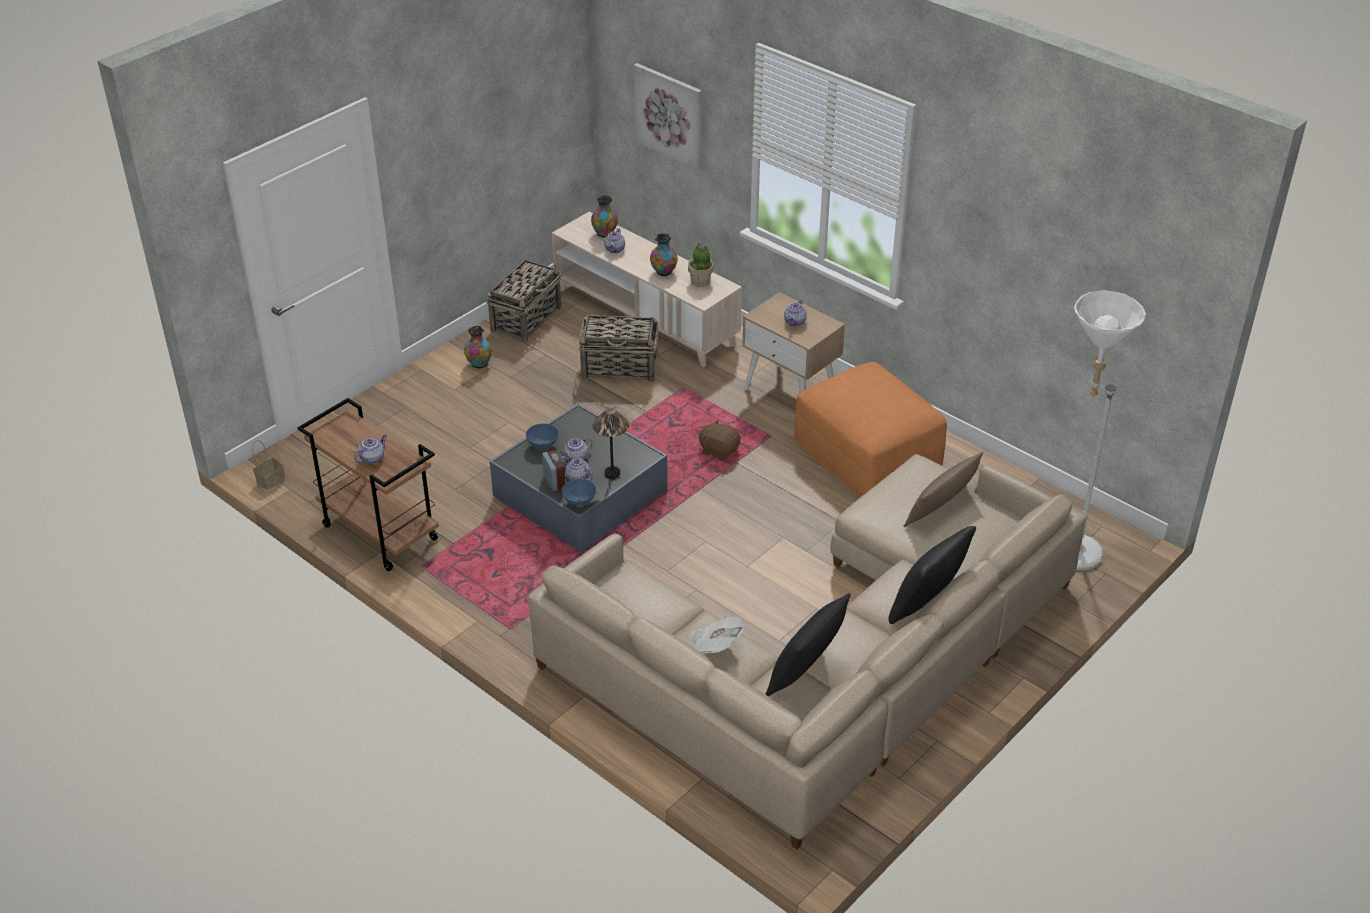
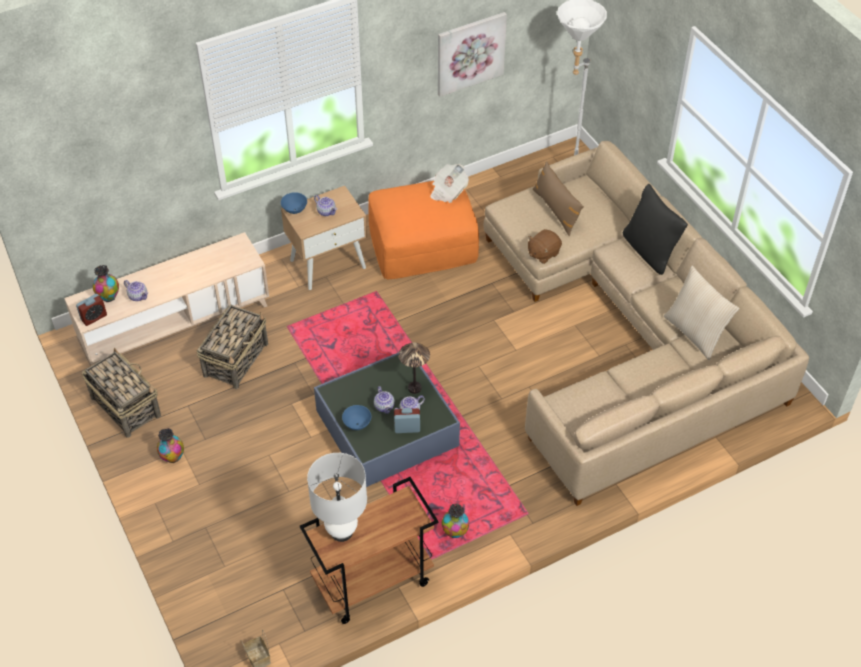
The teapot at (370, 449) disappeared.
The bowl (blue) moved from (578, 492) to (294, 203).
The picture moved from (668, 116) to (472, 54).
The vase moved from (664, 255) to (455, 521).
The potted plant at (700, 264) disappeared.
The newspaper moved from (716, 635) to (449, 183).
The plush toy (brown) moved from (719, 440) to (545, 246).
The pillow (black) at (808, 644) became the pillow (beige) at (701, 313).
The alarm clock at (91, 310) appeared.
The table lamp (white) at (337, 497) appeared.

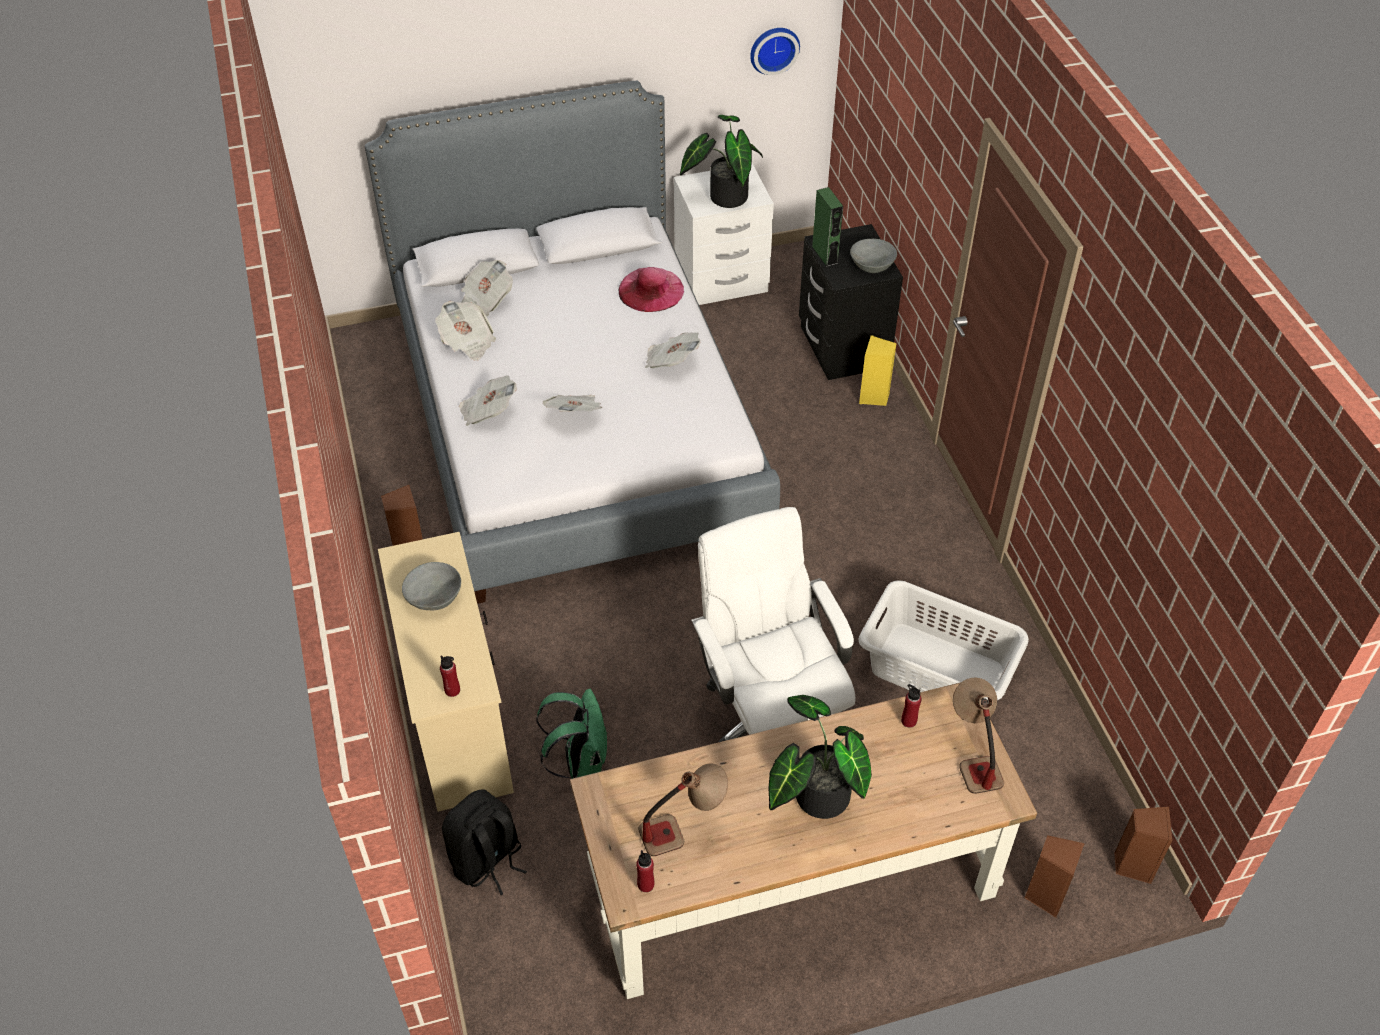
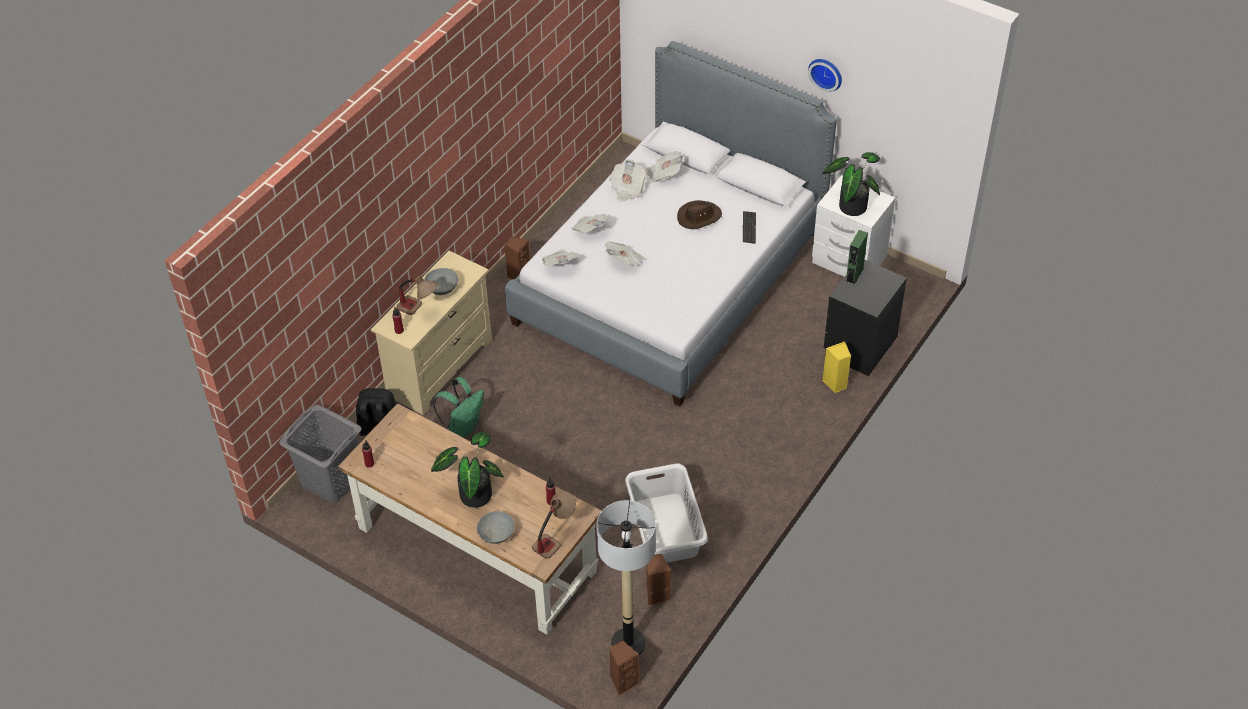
The hat (pink) at (651, 289) was replaced by the keyboard at (749, 227).
The table lamp moved from (683, 809) to (417, 294).
The newspaper moved from (672, 350) to (560, 257).
The office chair (white) at (773, 624) disappeared.
The wall clock moved from (775, 51) to (825, 75).
The bowl (grey) moved from (873, 256) to (496, 527).
The speaker (brown) moved from (1054, 876) to (658, 579).
The laundry basket (grey) at (320, 454) appeared.
The floor lamp at (626, 577) appeared.
The hat (brown) at (699, 214) appeared.

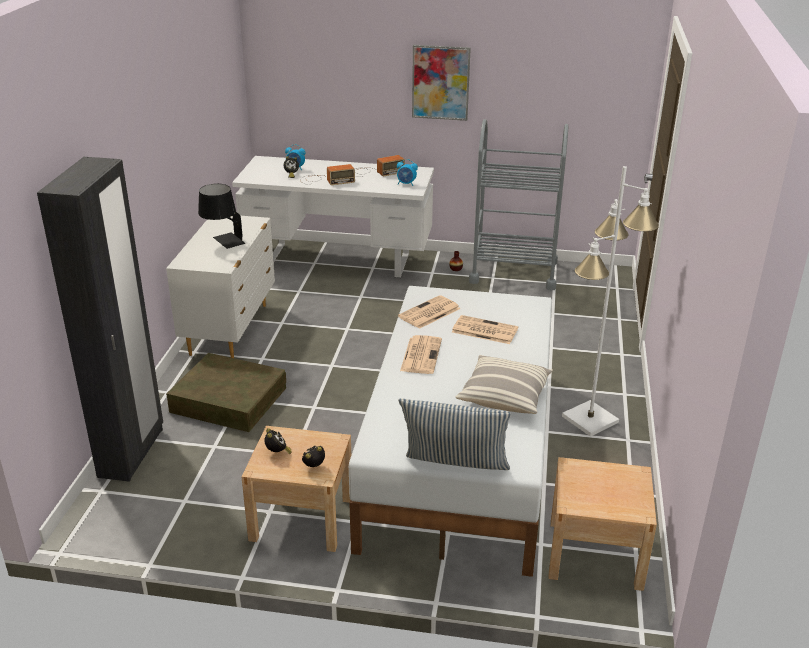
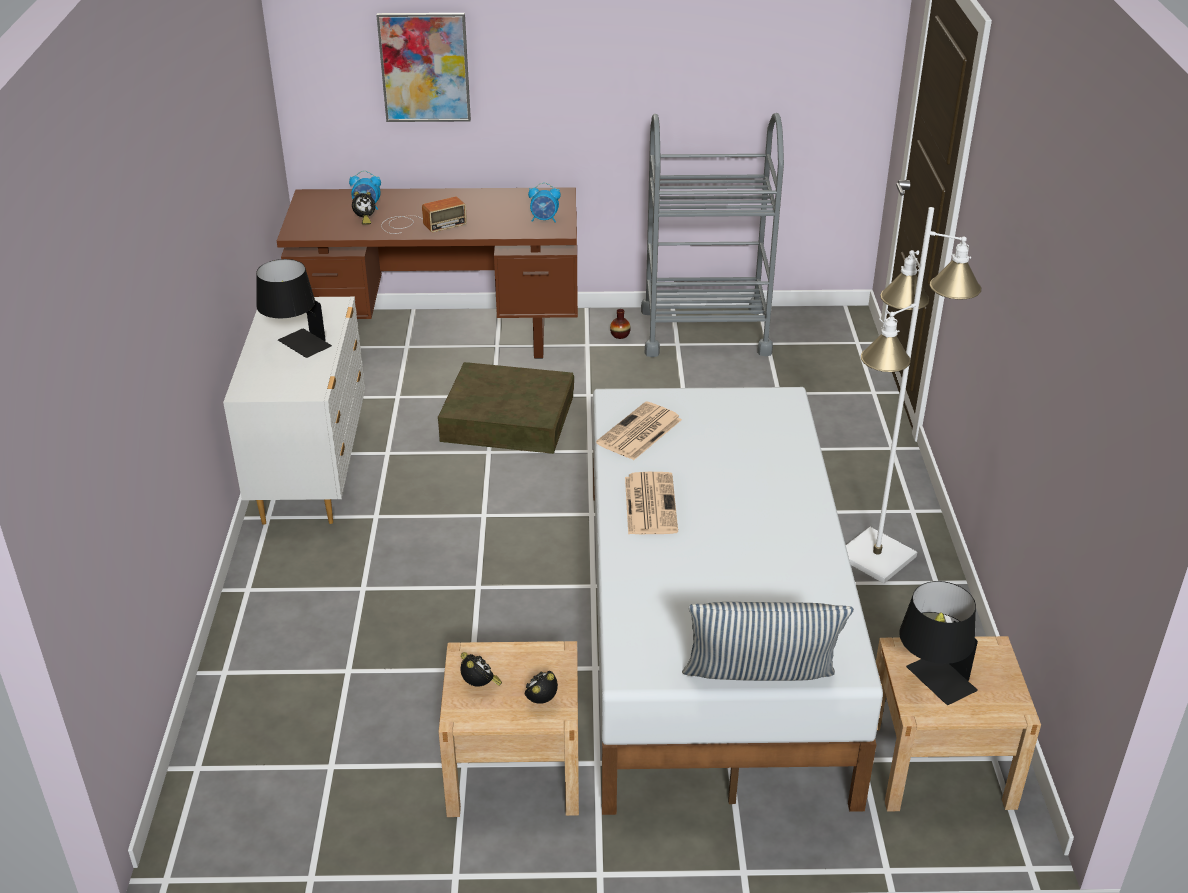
The wardrobe (black) at (100, 319) disappeared.
The storage box (brown) moved from (226, 392) to (506, 408).
The desk (white) at (333, 217) became the desk (brown) at (427, 273).
The radio at (380, 166) disappeared.
The picture moved from (441, 83) to (423, 67).
The newspaper at (485, 329) disappeared.
The pillow at (504, 384) disappeared.
The table lamp (black) at (938, 643) appeared.

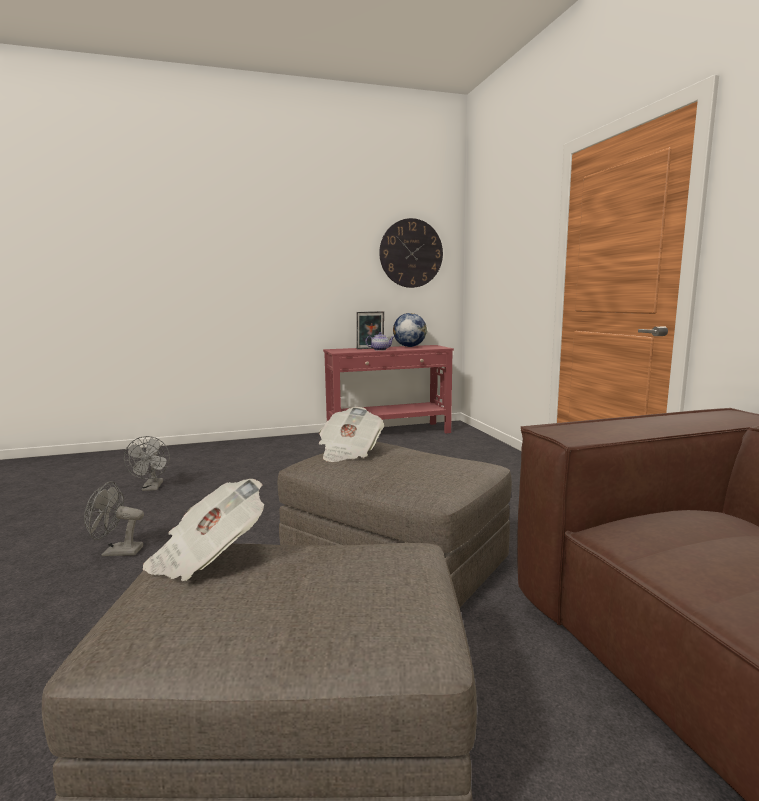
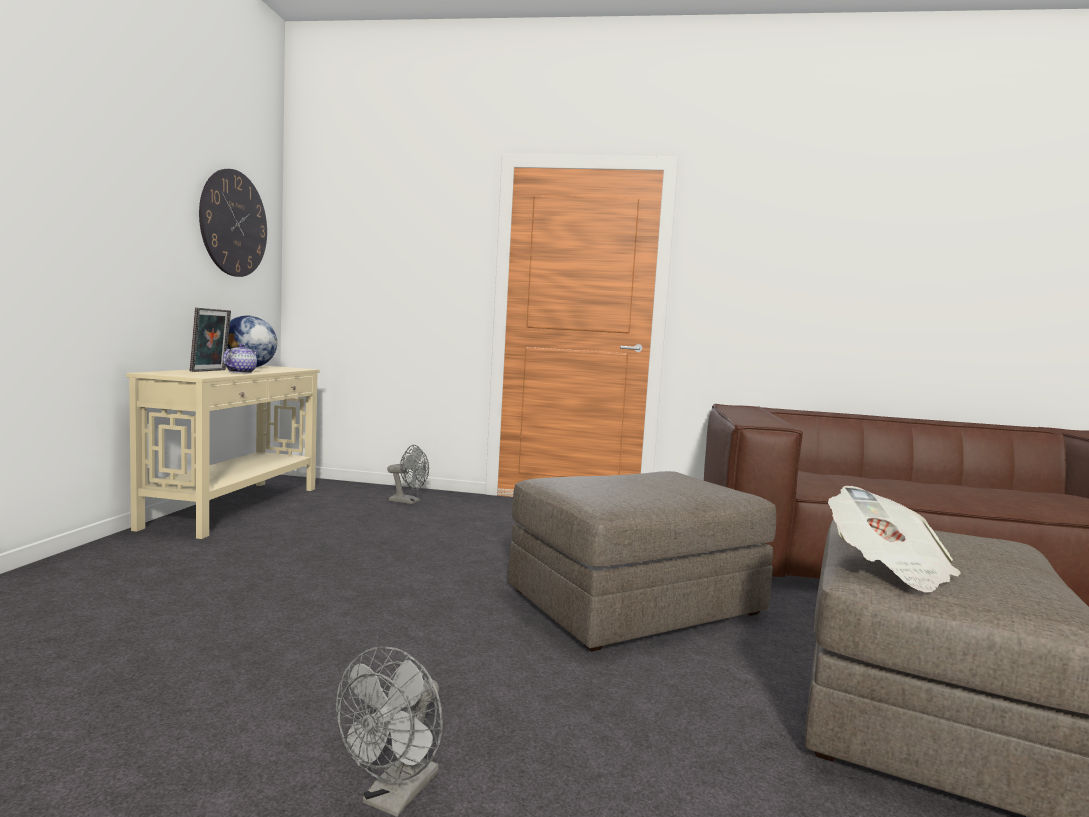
The fan (grey) moved from (147, 463) to (408, 474).
The newspaper at (351, 434) disappeared.
The console table (red) at (388, 389) became the console table (beige) at (222, 452).

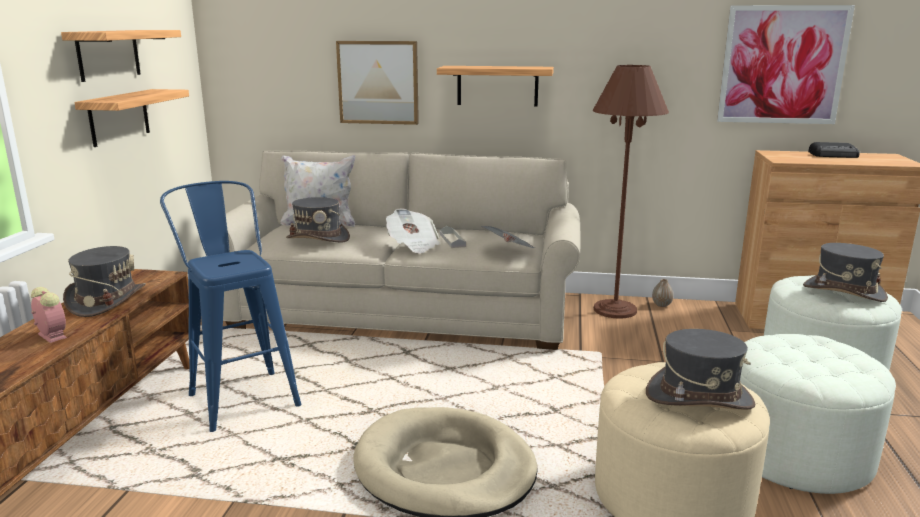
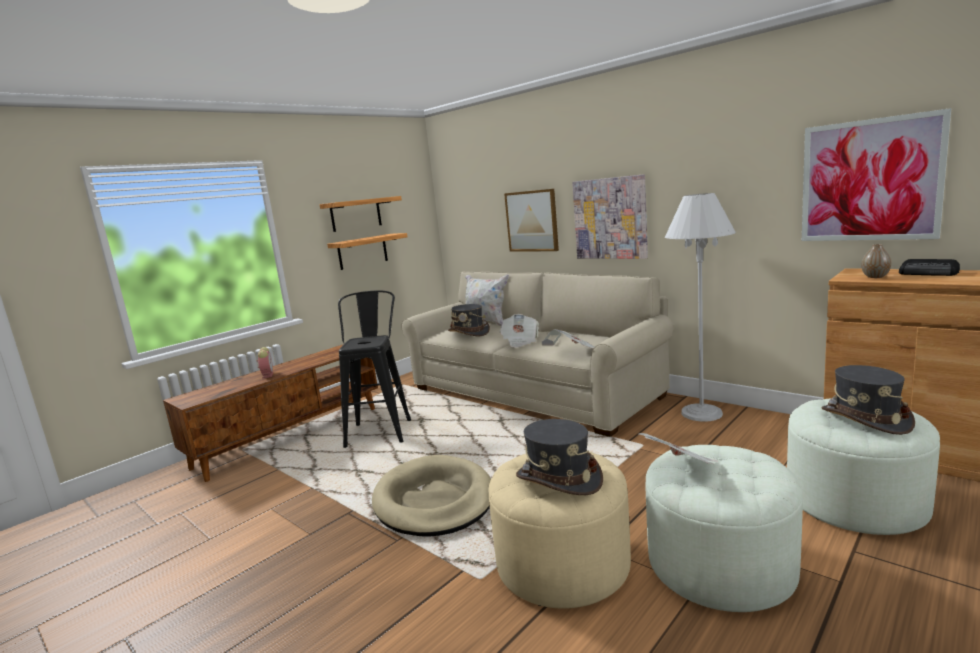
The hat (grey) at (104, 281) disappeared.
The stool (blue) at (230, 306) became the stool (black) at (374, 369).
The shelf at (495, 86) was replaced by the picture at (610, 216).
The floor lamp (brown) at (630, 192) became the floor lamp (white) at (700, 307).
The vase moved from (662, 293) to (876, 261).
The newspaper at (678, 448) appeared.

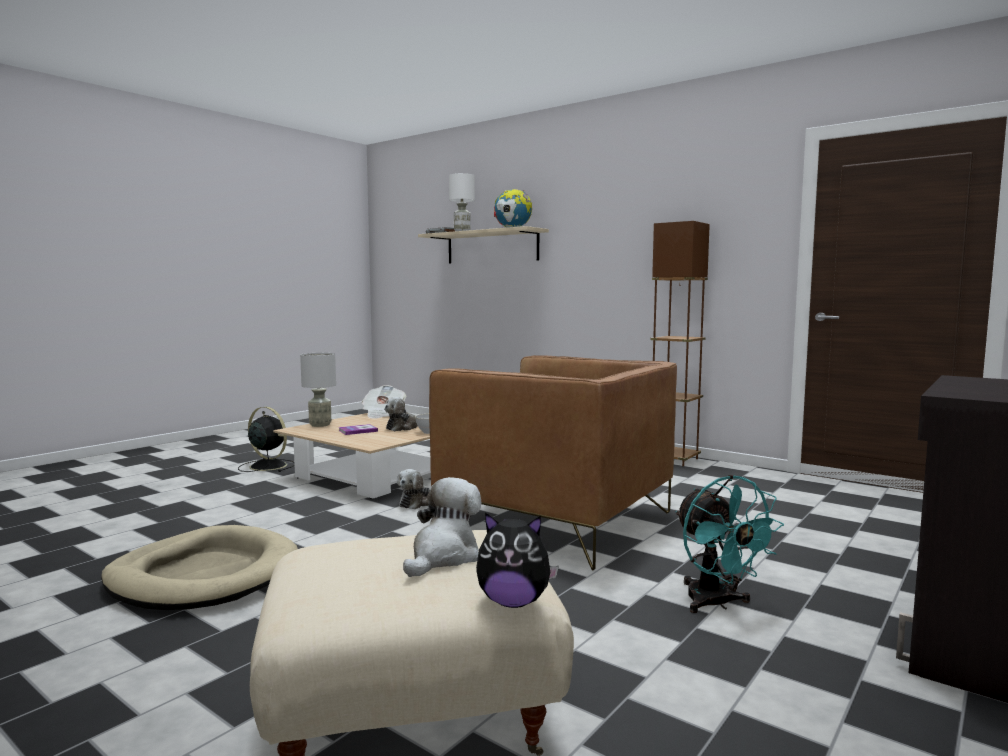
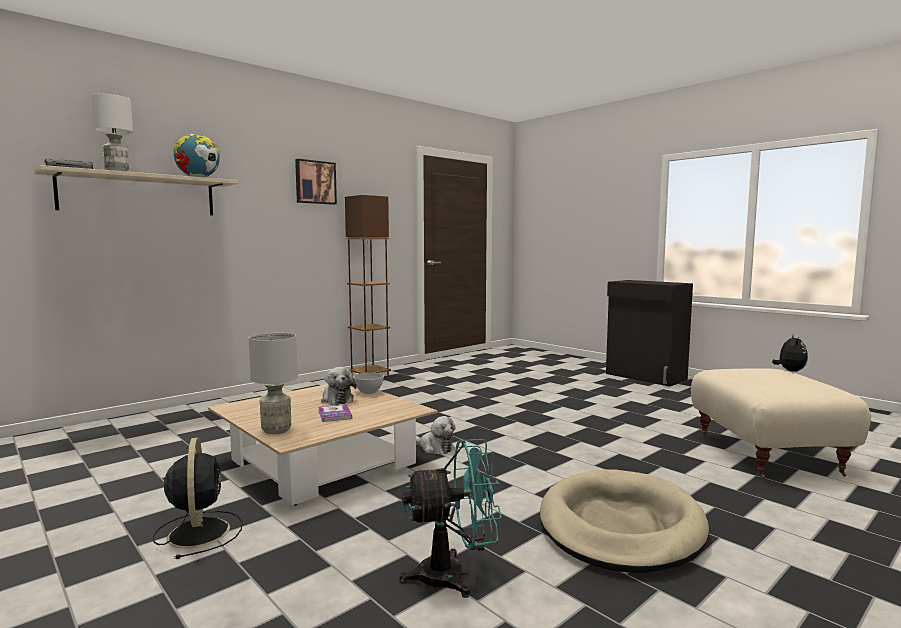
The fan (black) at (266, 439) turned 120 degrees clockwise.
The newspaper at (384, 402) disappeared.
The plush toy at (442, 527) disappeared.
The armchair (brown) at (553, 463) disappeared.
The fan (turquoise) moved from (729, 544) to (450, 518).
The picture at (316, 182) appeared.

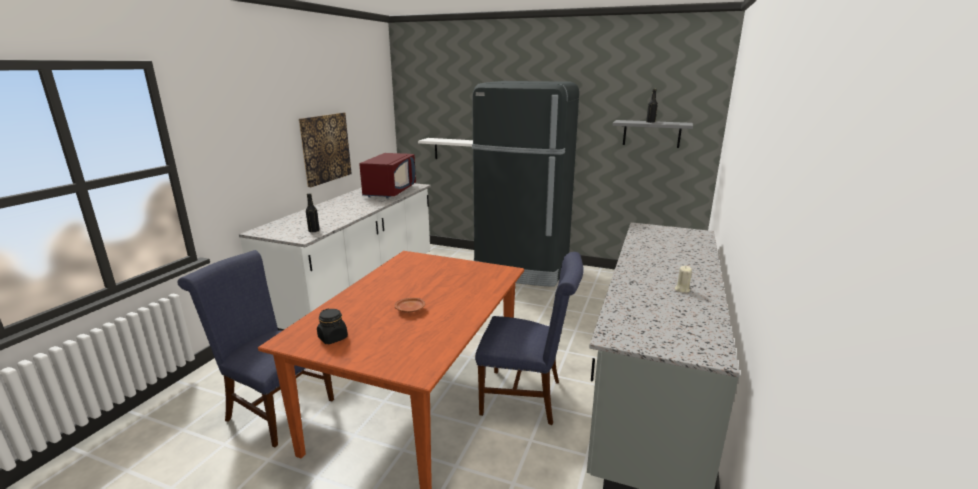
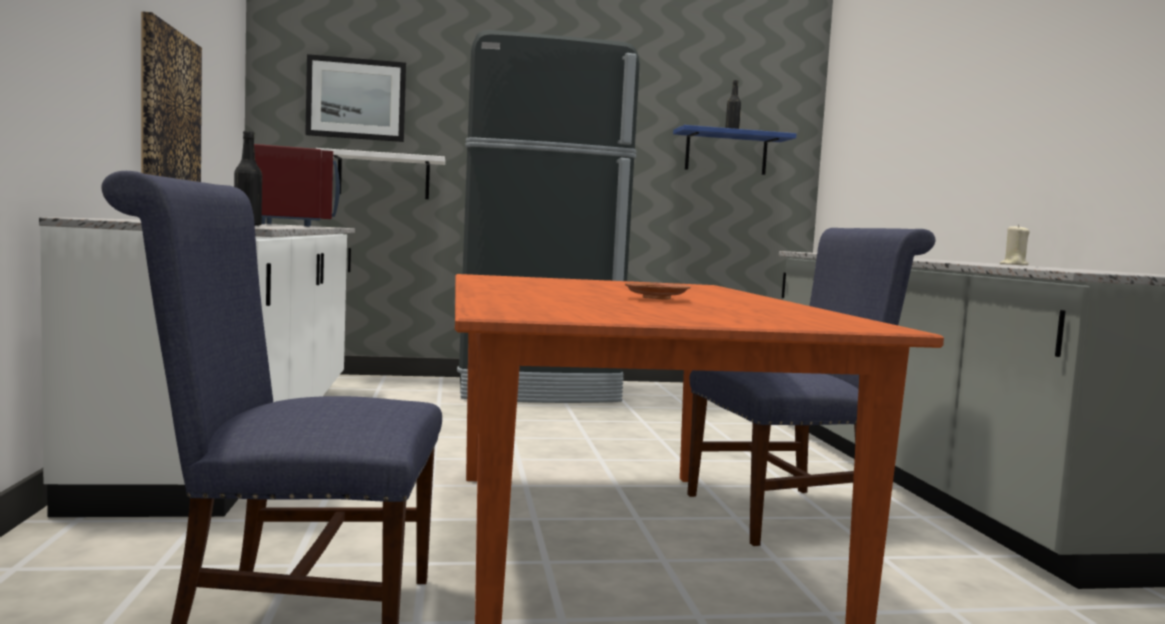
The jar (black) at (332, 326) disappeared.
The shelf (grey) at (652, 134) became the shelf (blue) at (734, 150).
The picture at (355, 98) appeared.

